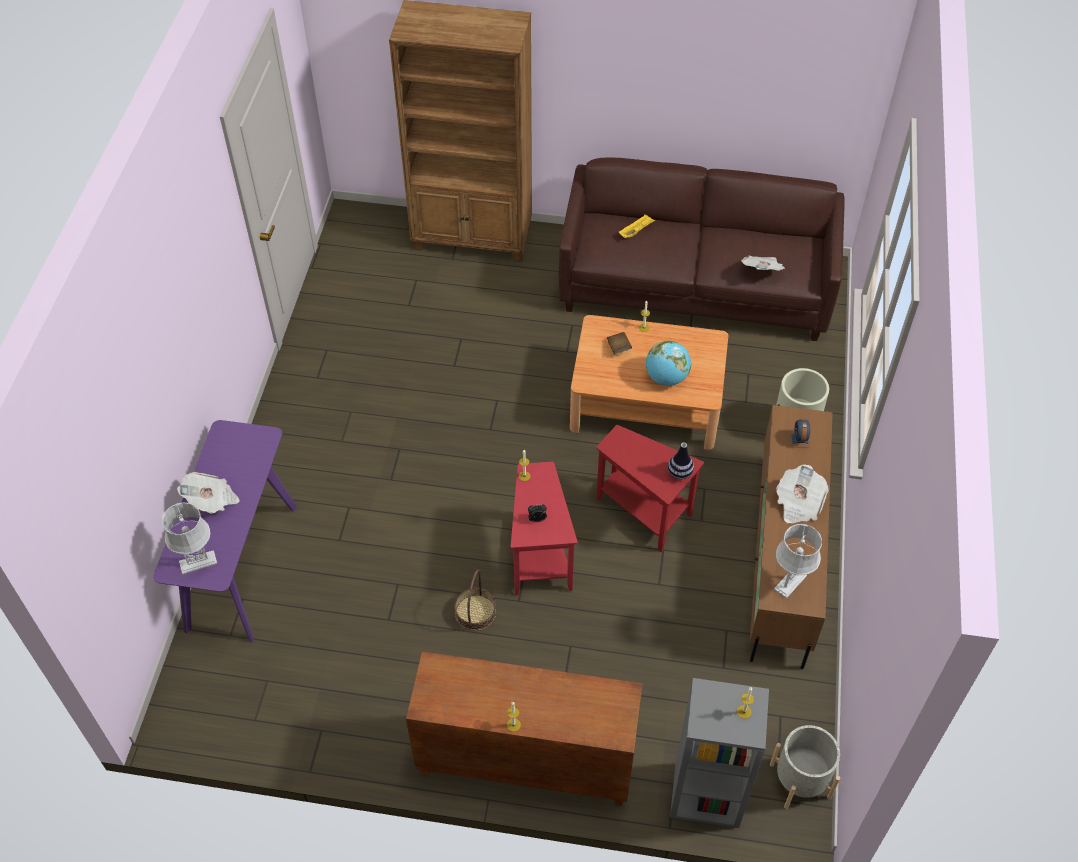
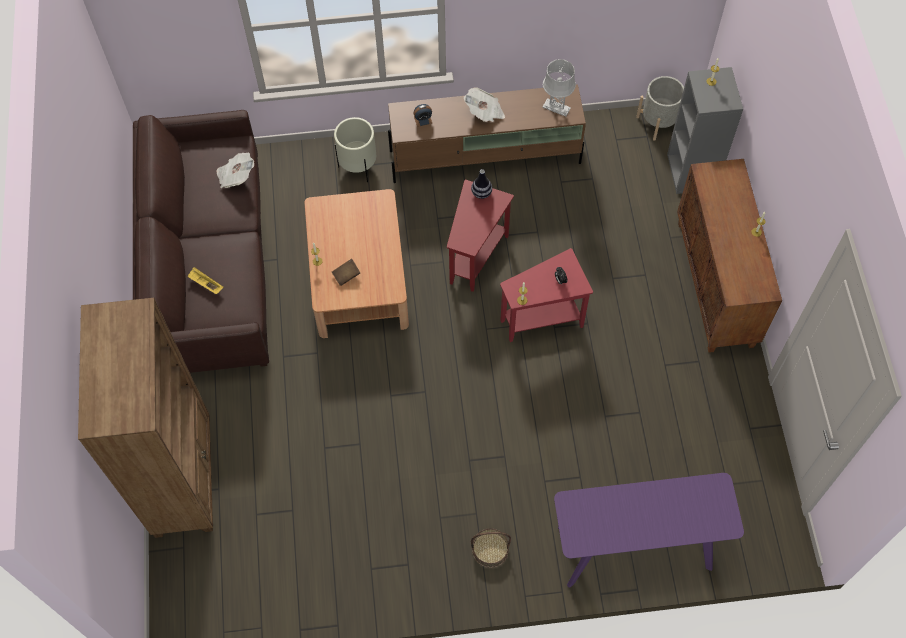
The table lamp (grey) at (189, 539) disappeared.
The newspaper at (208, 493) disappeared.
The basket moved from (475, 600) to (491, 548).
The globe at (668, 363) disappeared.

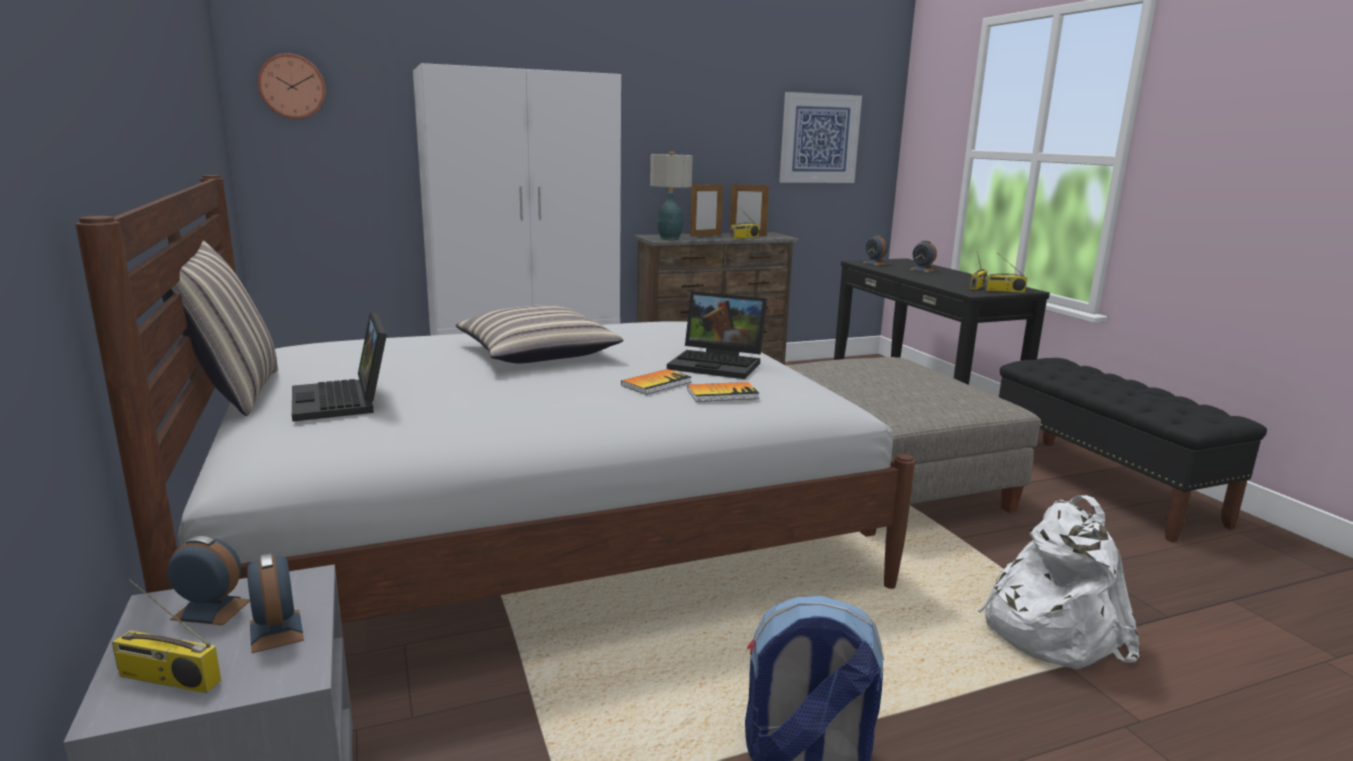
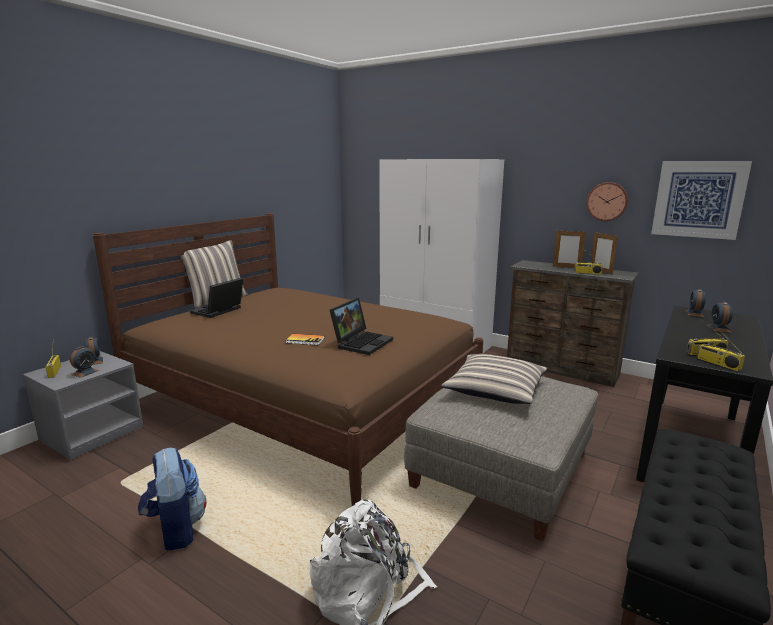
The bed (white) at (495, 399) became the bed (brown) at (288, 359).
The wall clock moved from (291, 86) to (607, 201).
The pillow moved from (540, 334) to (494, 379).
The table lamp at (671, 195) disappeared.
The laptop at (717, 335) turned 135 degrees counterclockwise.
The book at (723, 392) disappeared.

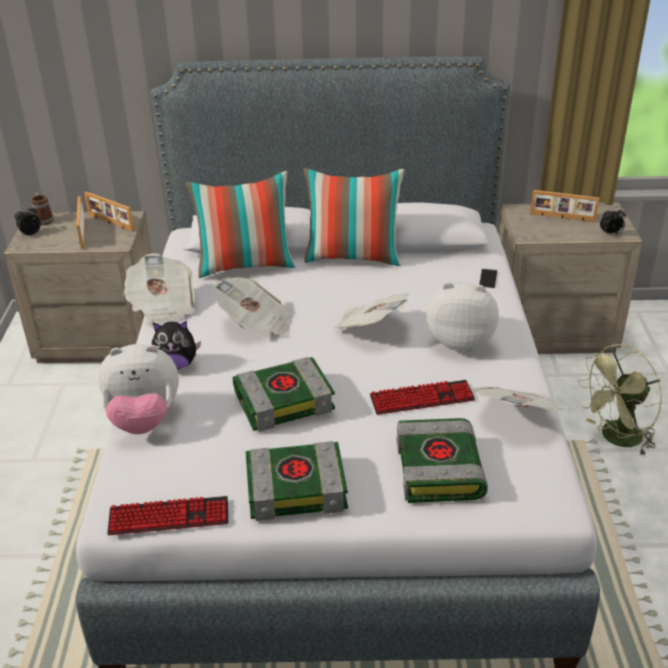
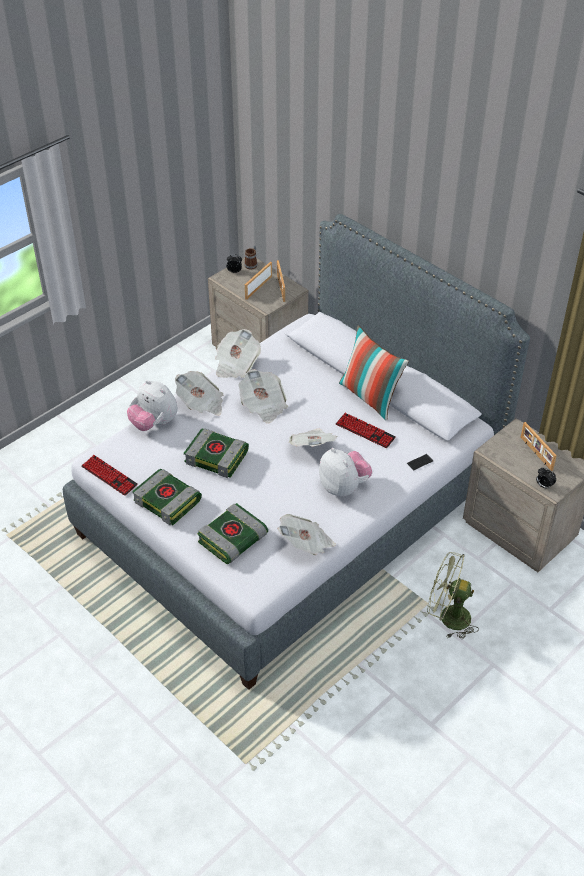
The plush toy at (176, 345) was replaced by the newspaper at (199, 393).
The pillow at (241, 224) disappeared.
The keyboard moved from (422, 397) to (366, 430).

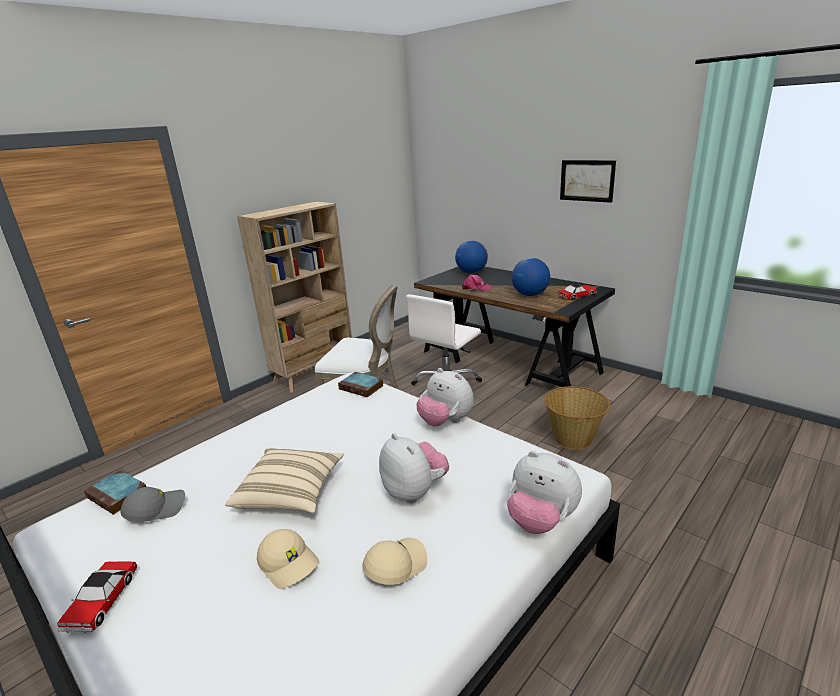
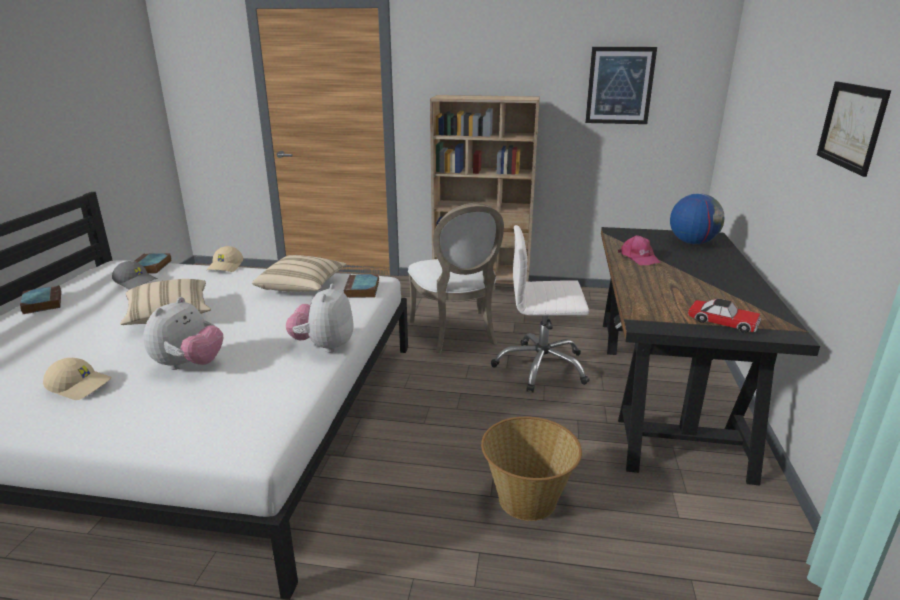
The toy car at (97, 597) was replaced by the book at (40, 299).
The cap (beige) moved from (288, 559) to (225, 259).
The plush toy at (544, 492) disappeared.
The globe at (531, 277) disappeared.
The pillow (beige) at (299, 273) appeared.
The picture at (621, 85) appeared.

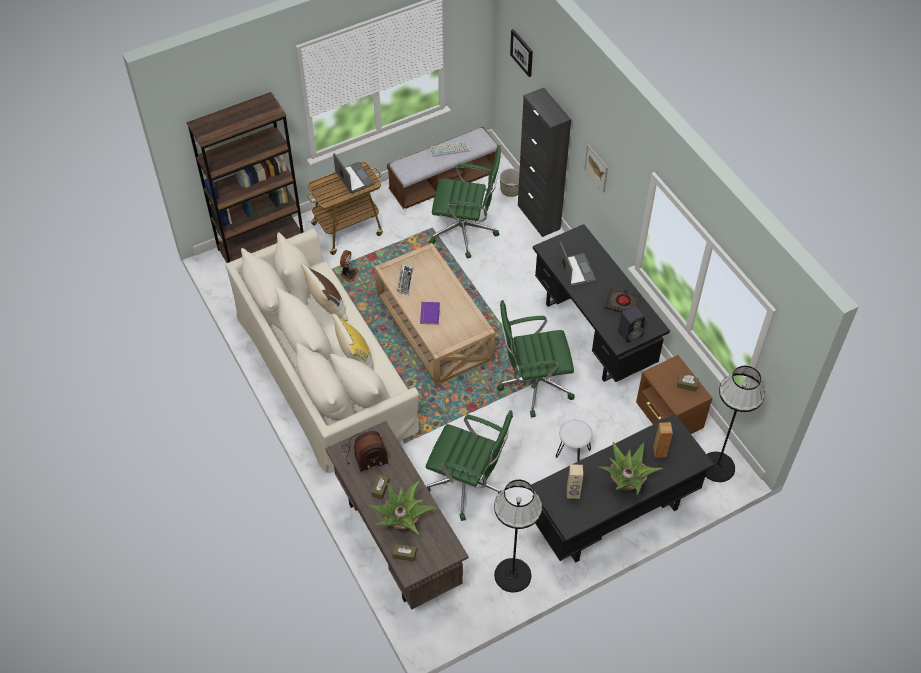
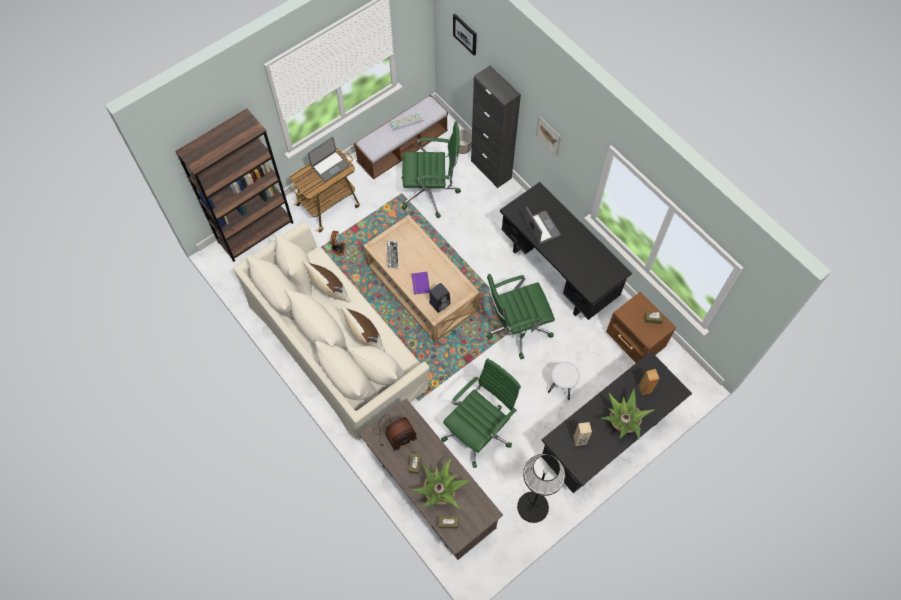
The pillow (yellow) at (353, 342) became the pillow (brown) at (363, 328).
The laptop at (353, 173) turned 90 degrees clockwise.
The office chair (green) at (469, 465) turned 60 degrees counterclockwise.
The book (black) at (622, 300) disappeared.
The speaker (black) moved from (631, 324) to (439, 298).
The floor lamp (black) at (735, 424) disappeared.

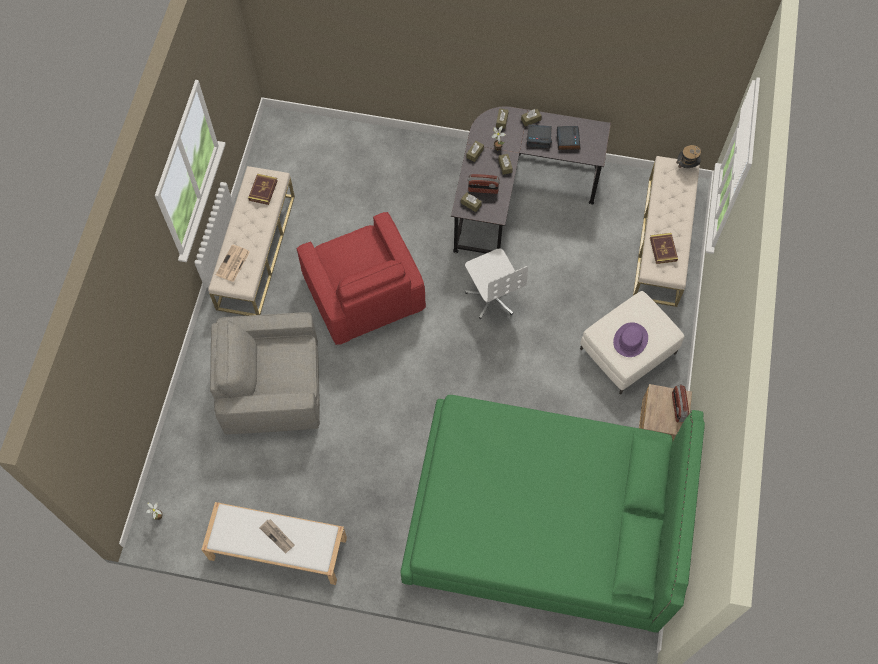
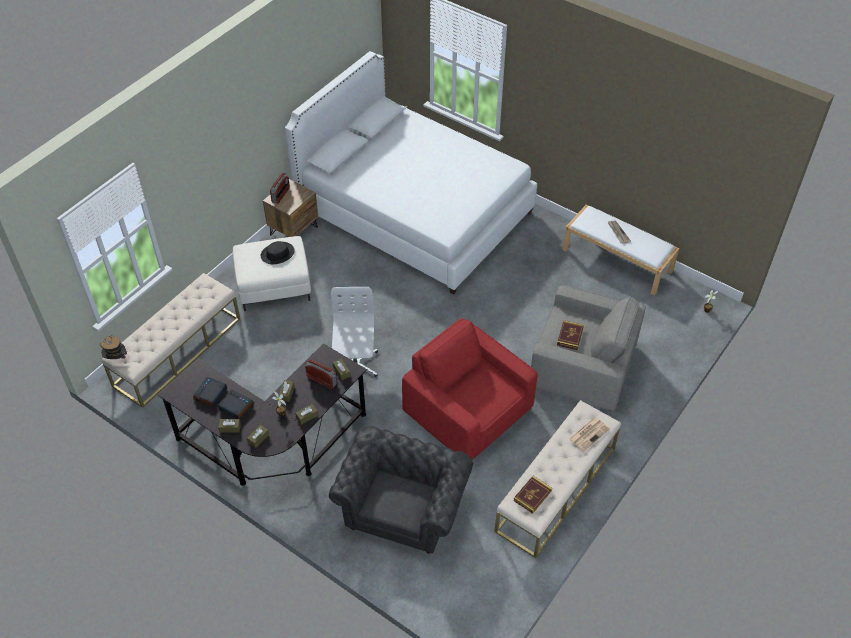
The armchair (red) at (361, 278) turned 45 degrees counterclockwise.
The bed (green) at (552, 514) became the bed (white) at (411, 173).
The hat (purple) at (630, 339) became the hat (black) at (278, 252).
The book moved from (664, 248) to (570, 335).
The armchair (grey) at (401, 490) appeared.

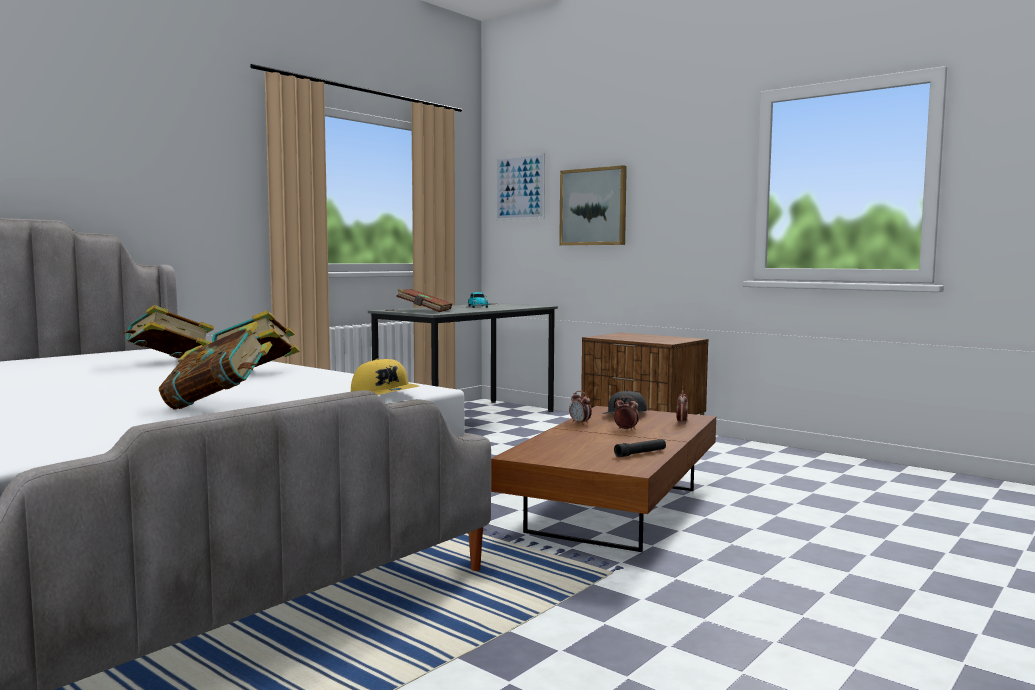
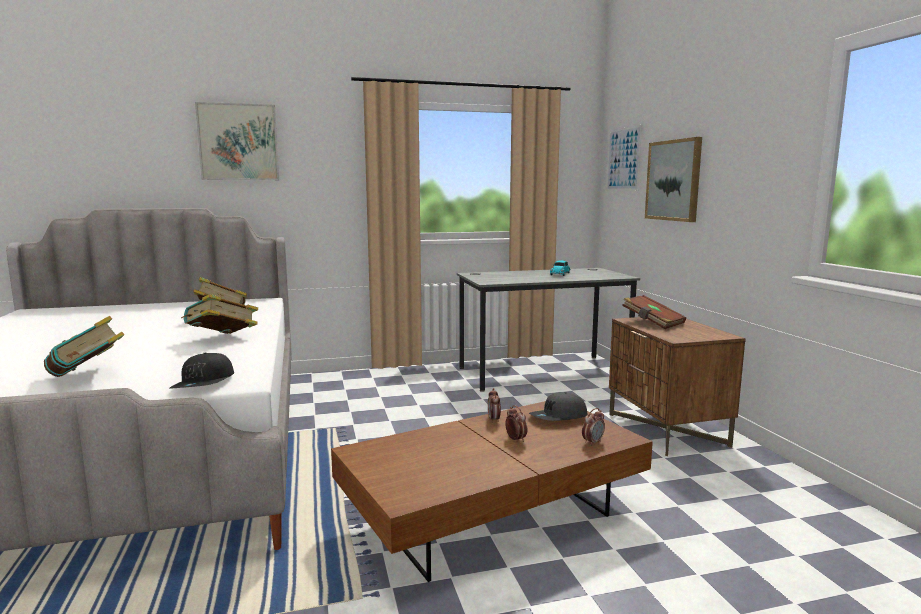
The cap (yellow) at (385, 376) became the cap (black) at (202, 370).
The book (brown) moved from (424, 300) to (654, 312).
The flashlight (black) at (640, 448) disappeared.
The picture at (237, 141) appeared.

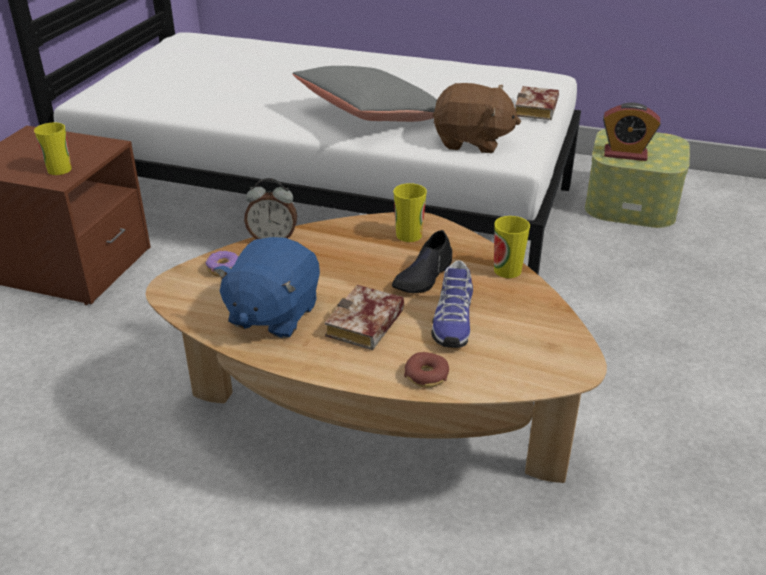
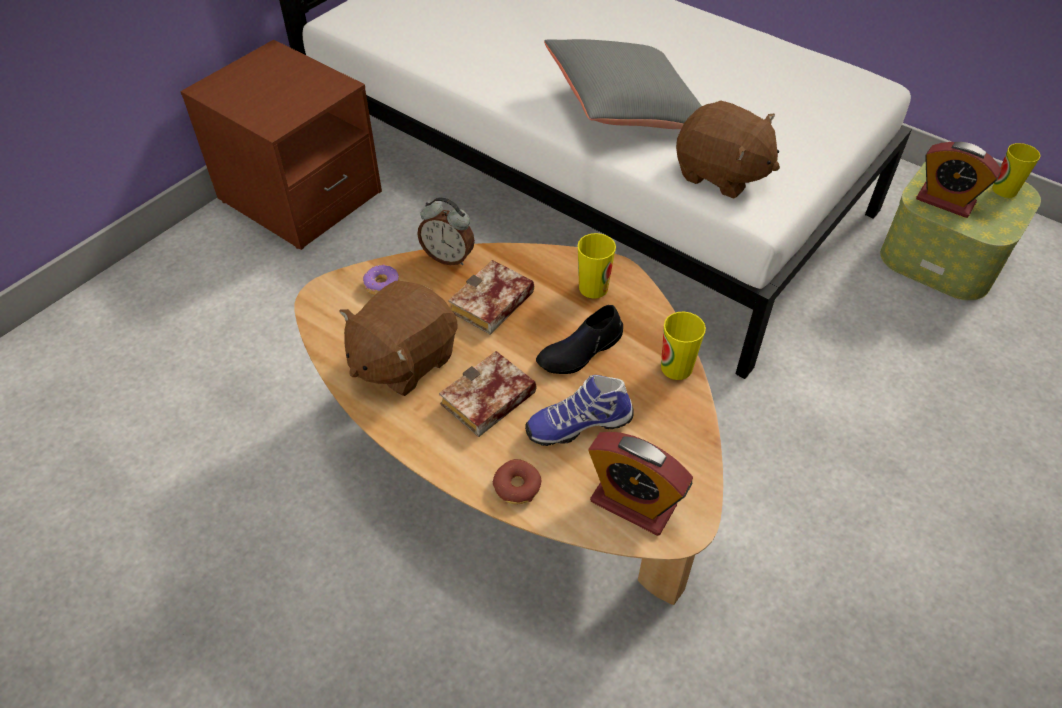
The cup moved from (53, 148) to (1016, 170).
The plush toy (blue) at (267, 287) became the plush toy (brown) at (398, 338).
The shoe at (452, 304) turned 45 degrees clockwise.
The book moved from (537, 103) to (491, 297).
The alarm clock at (640, 484) appeared.

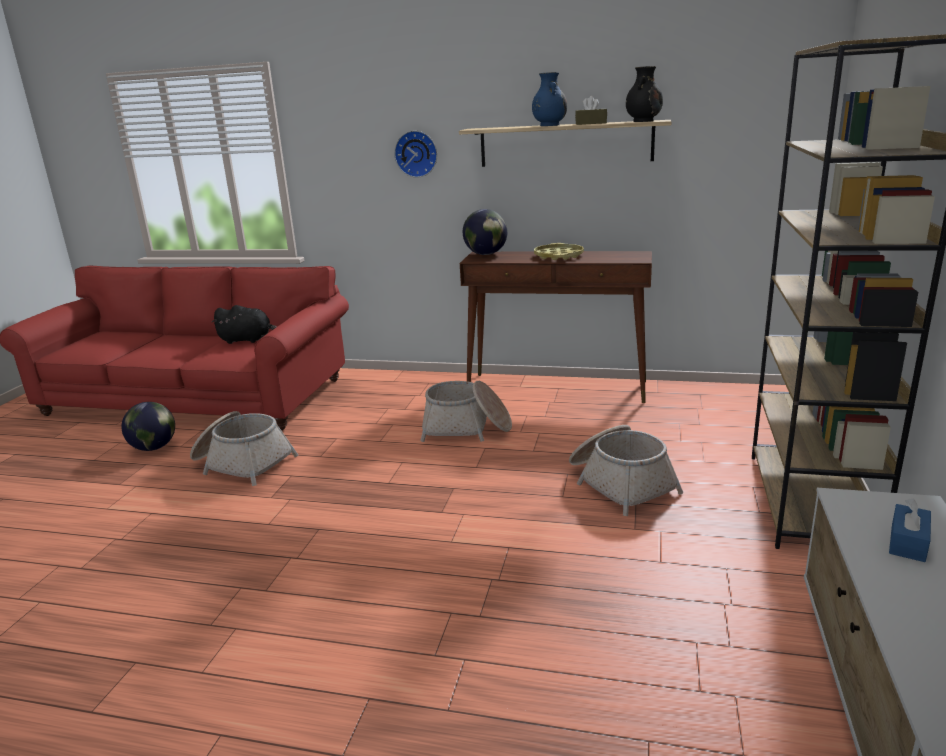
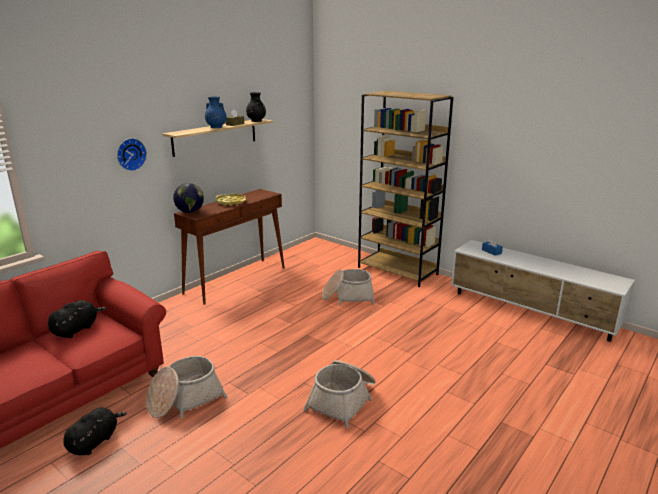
The globe at (148, 426) was replaced by the plush toy (black) at (95, 431).
The basket moved from (466, 411) to (339, 394).

